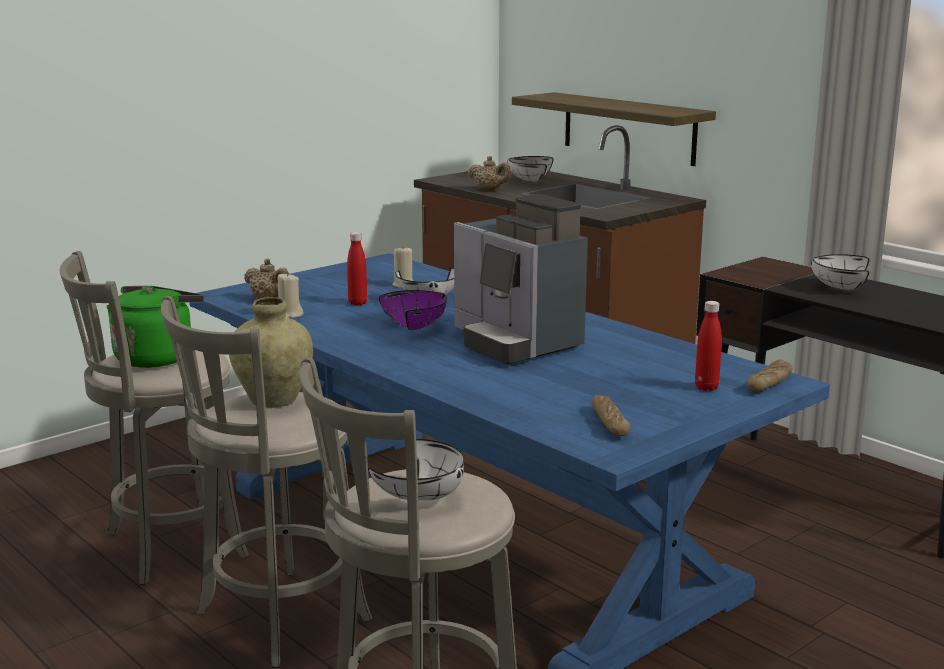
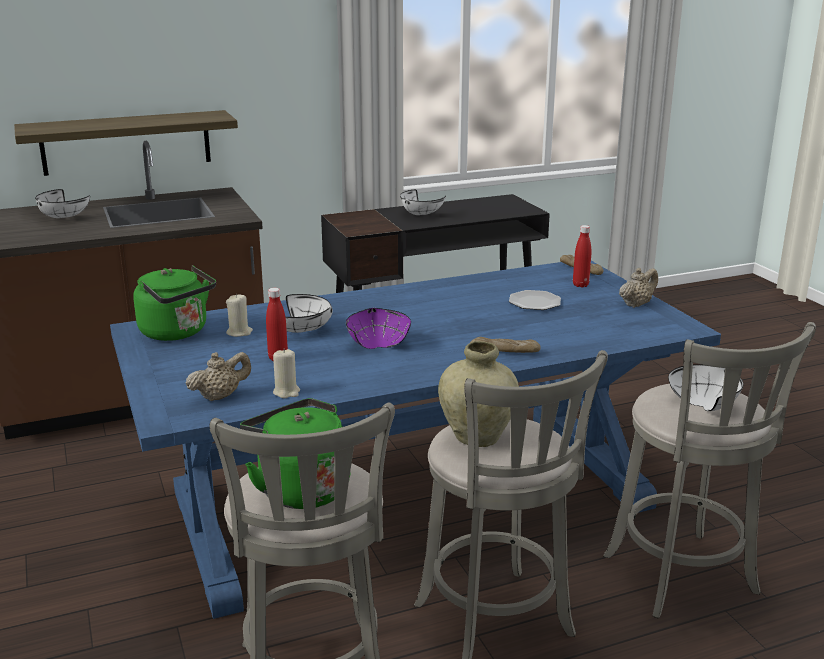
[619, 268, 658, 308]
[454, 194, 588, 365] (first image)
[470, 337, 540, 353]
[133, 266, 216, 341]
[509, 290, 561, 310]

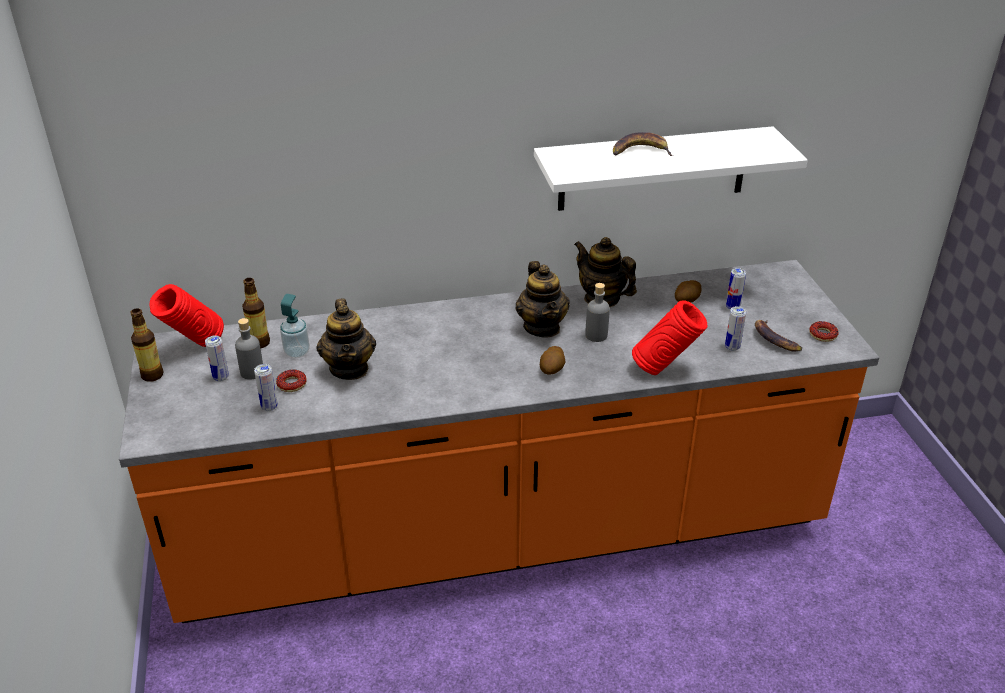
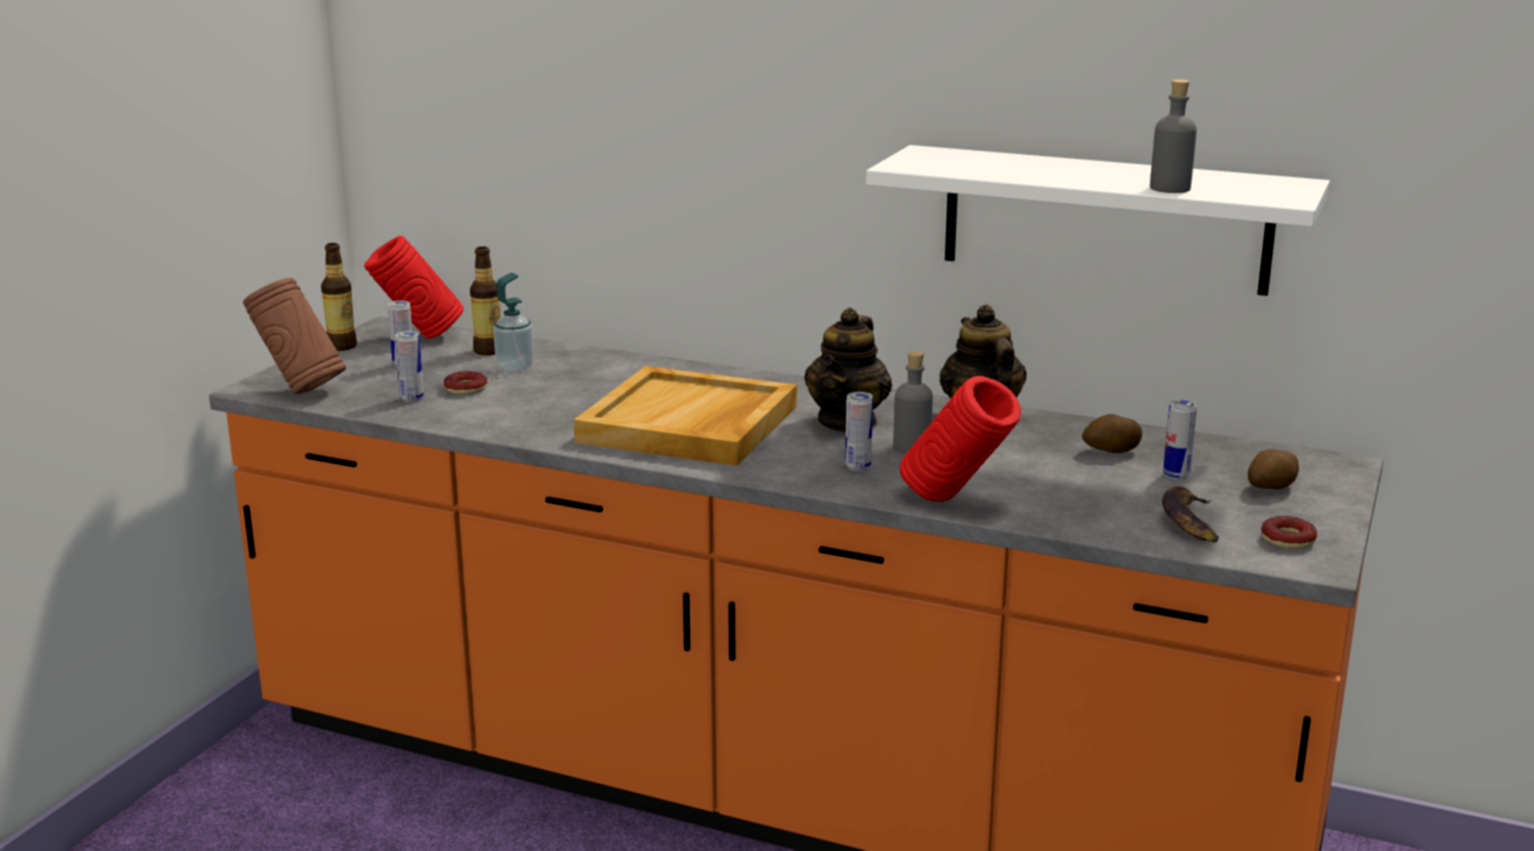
[613, 132, 673, 156] (first image)
[316, 299, 376, 380] (first image)
[845, 392, 873, 471]
[1150, 80, 1197, 193]
[1248, 449, 1299, 490]
[243, 277, 346, 394]
[574, 366, 797, 466]

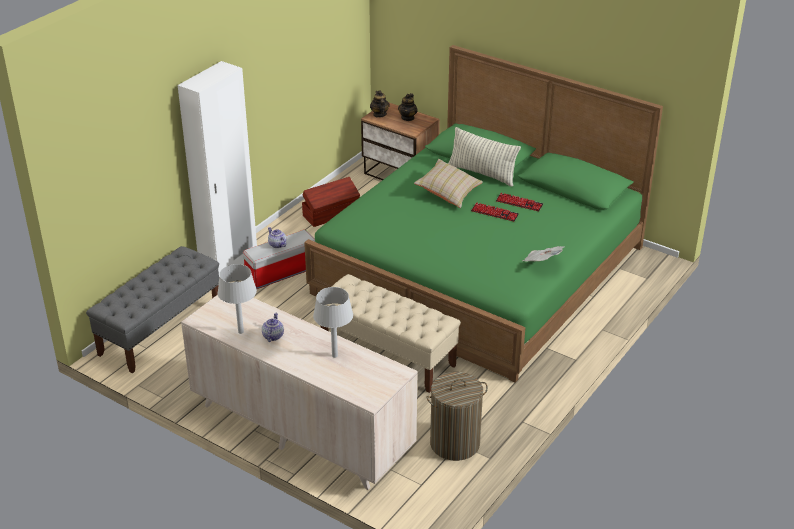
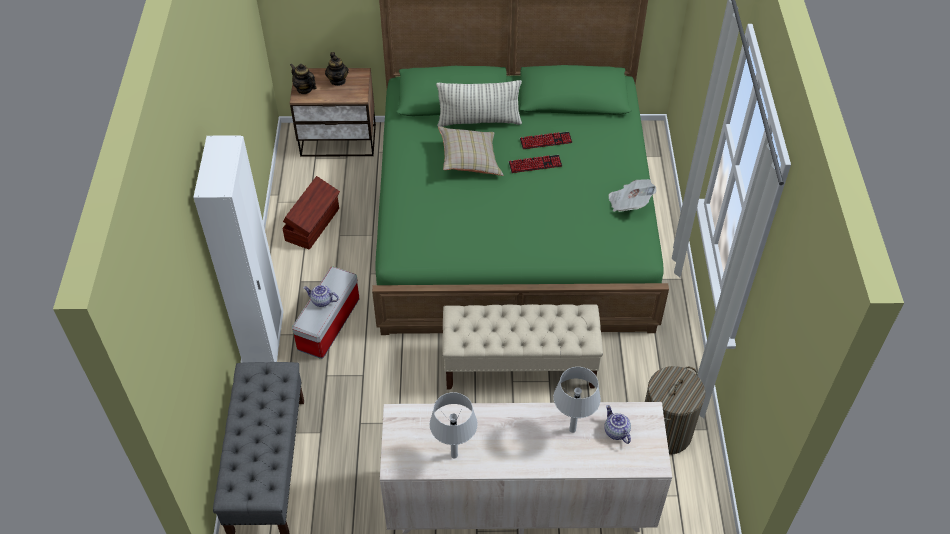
[604, 405, 631, 444]

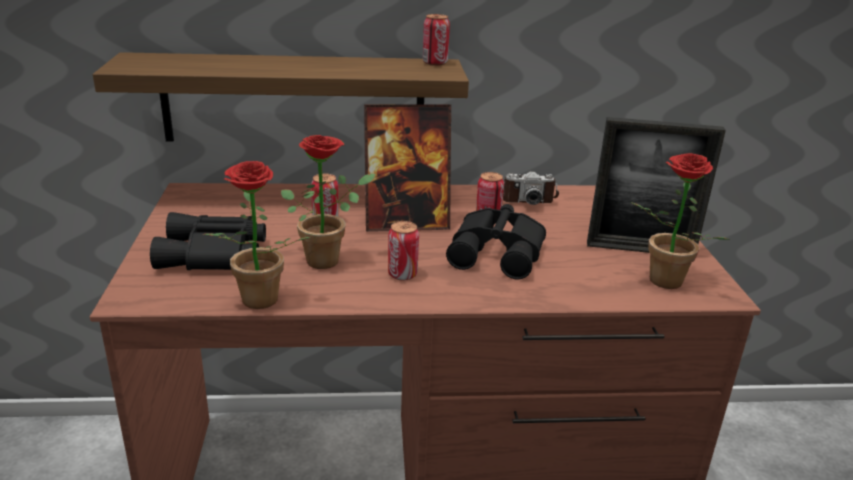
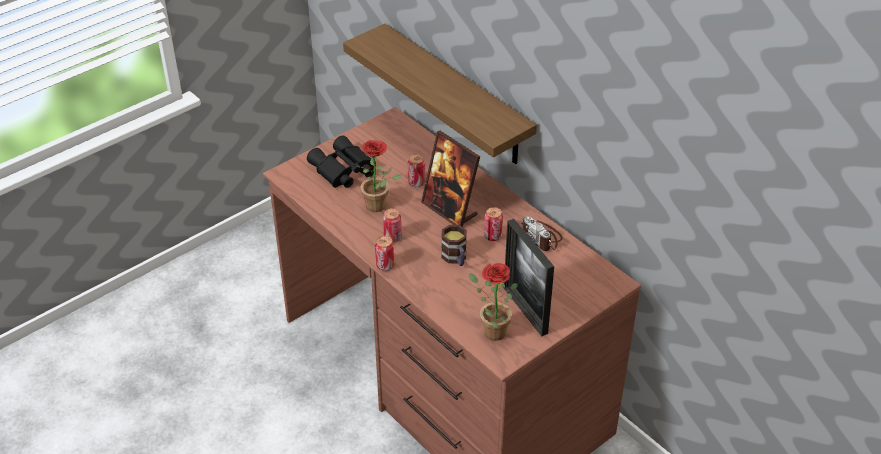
[375, 236, 395, 271]
[202, 161, 311, 309] (first image)
[441, 225, 467, 266]

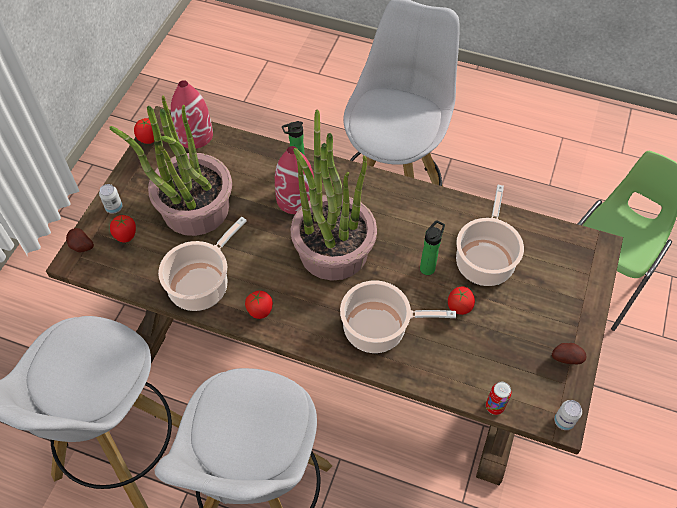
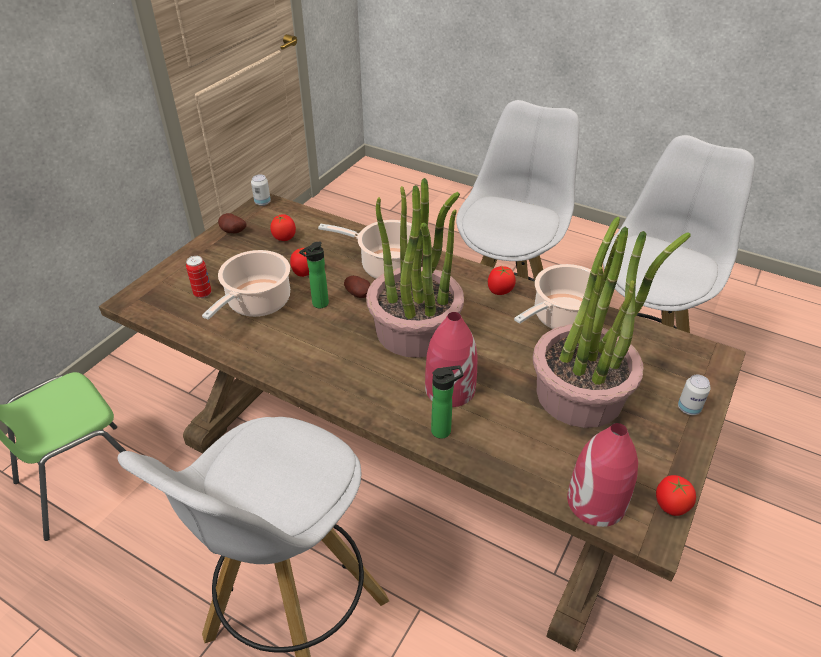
[270, 214, 296, 241]
[344, 276, 370, 298]
[186, 256, 212, 298]

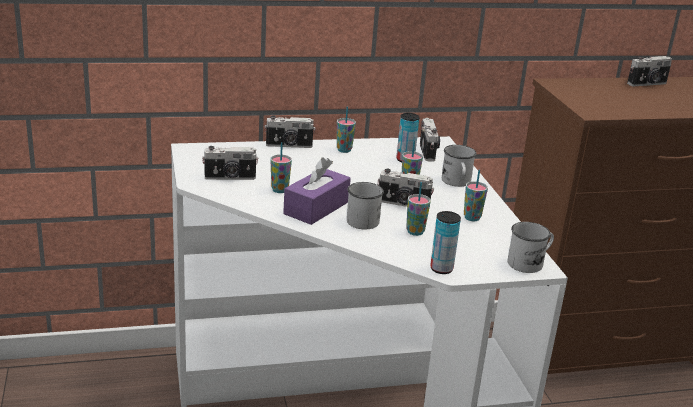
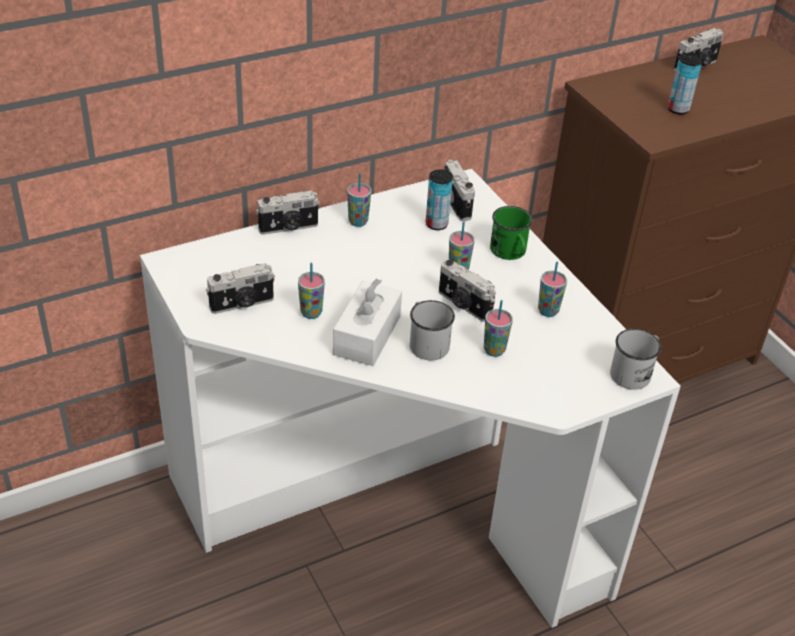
[490, 206, 532, 260]
[333, 278, 402, 366]
[439, 259, 496, 322]
[668, 53, 702, 115]

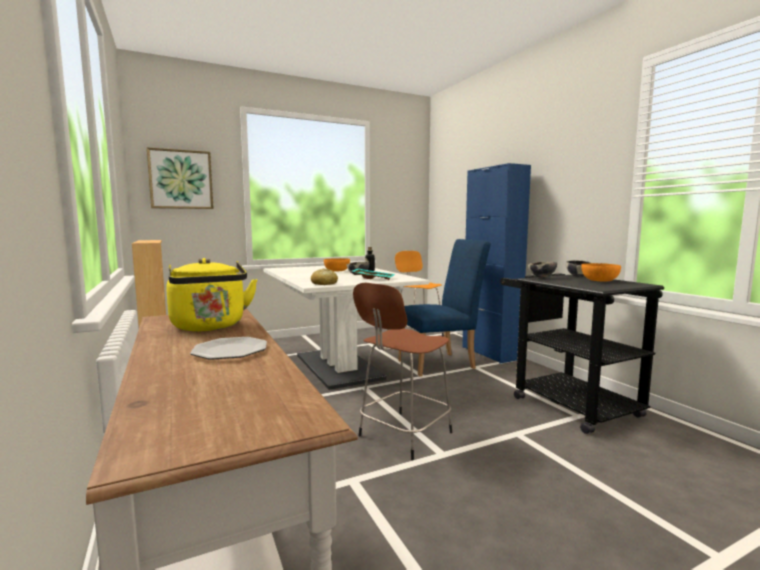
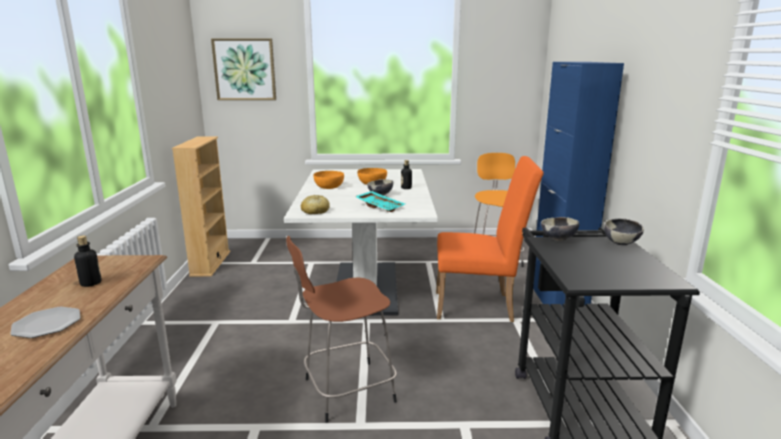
[436, 156, 544, 322]
[74, 235, 102, 287]
[313, 171, 344, 189]

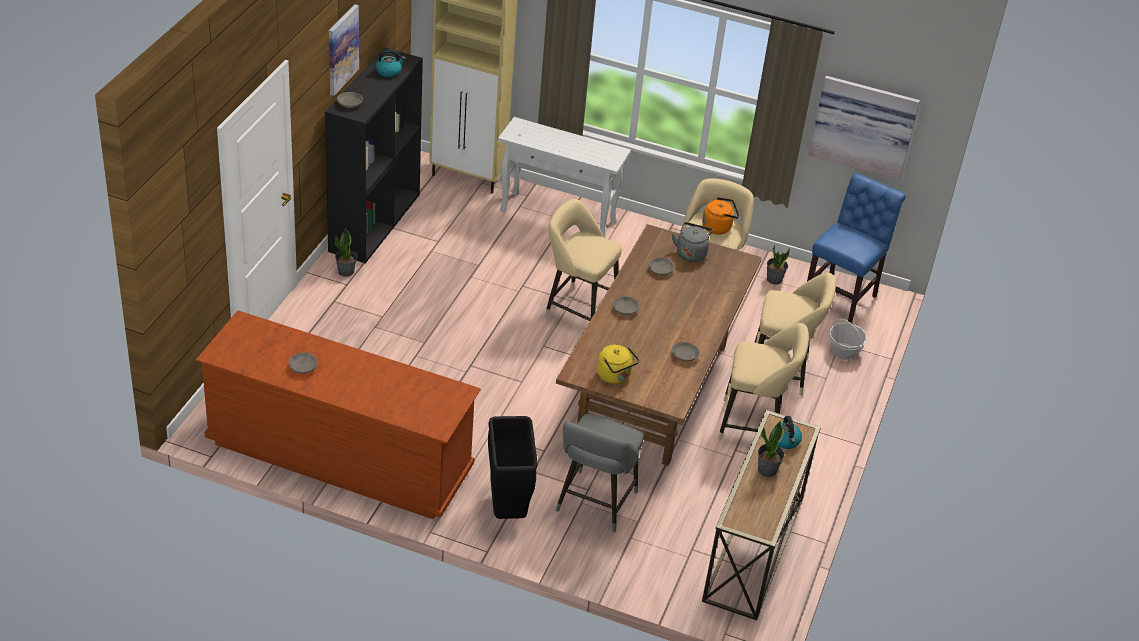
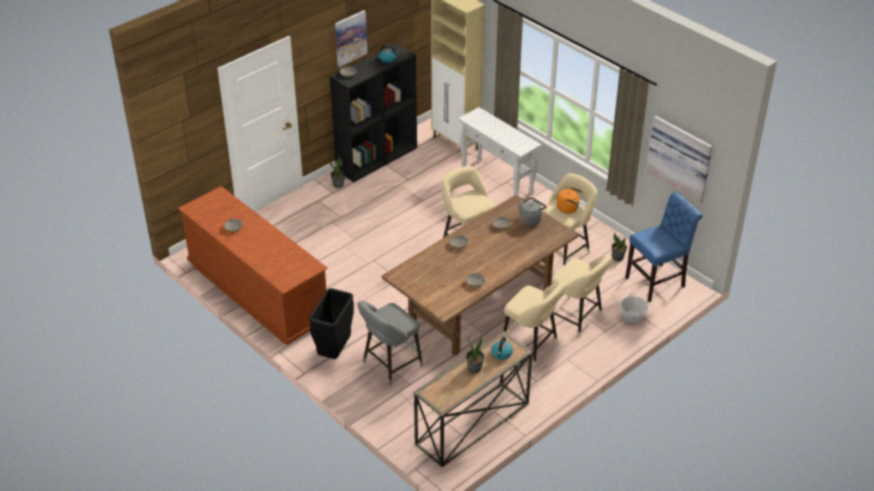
[597, 345, 640, 384] (first image)

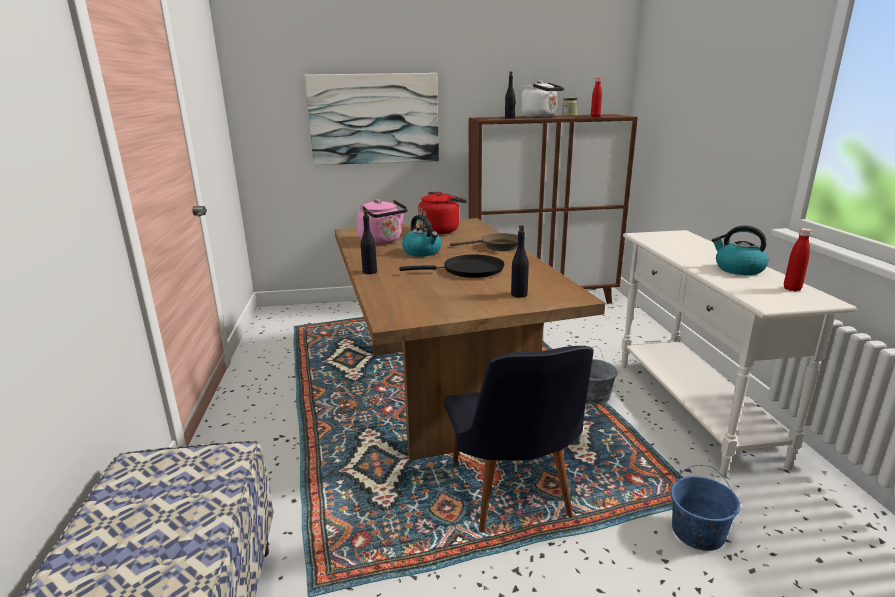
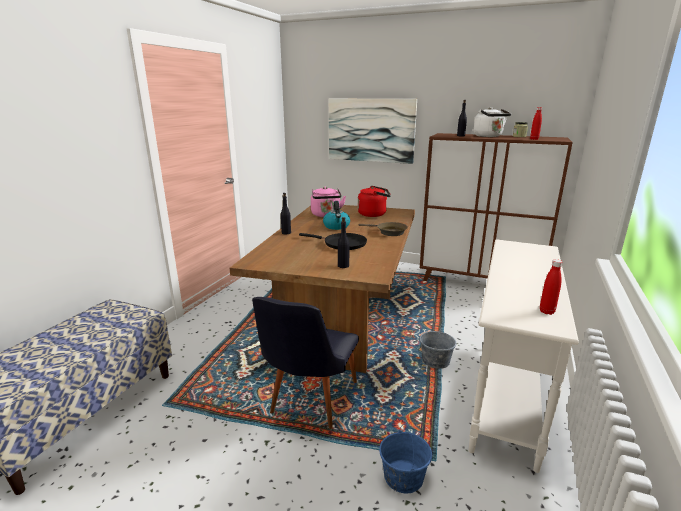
[712, 226, 769, 275] (first image)

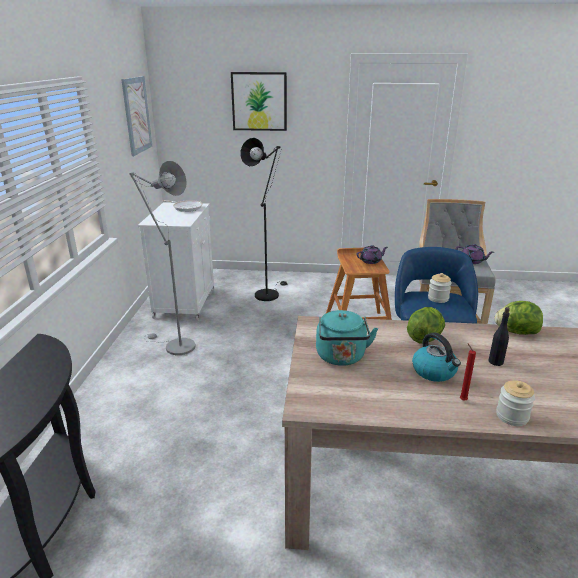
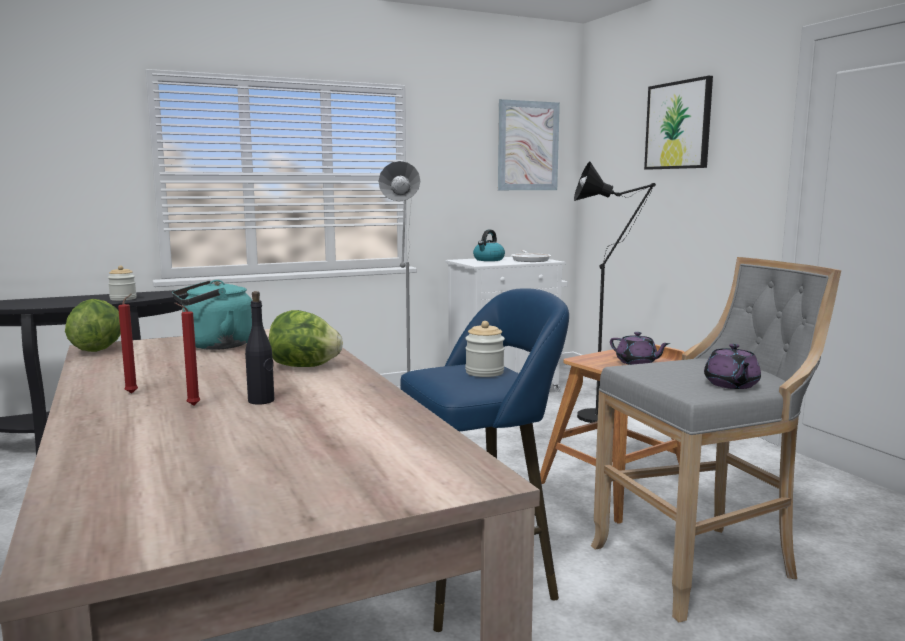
[65, 299, 121, 352]
[473, 230, 505, 261]
[108, 265, 137, 301]
[175, 303, 200, 406]

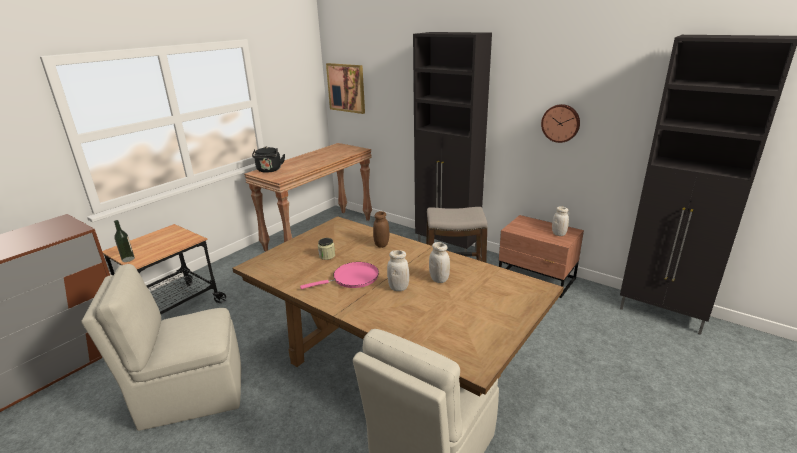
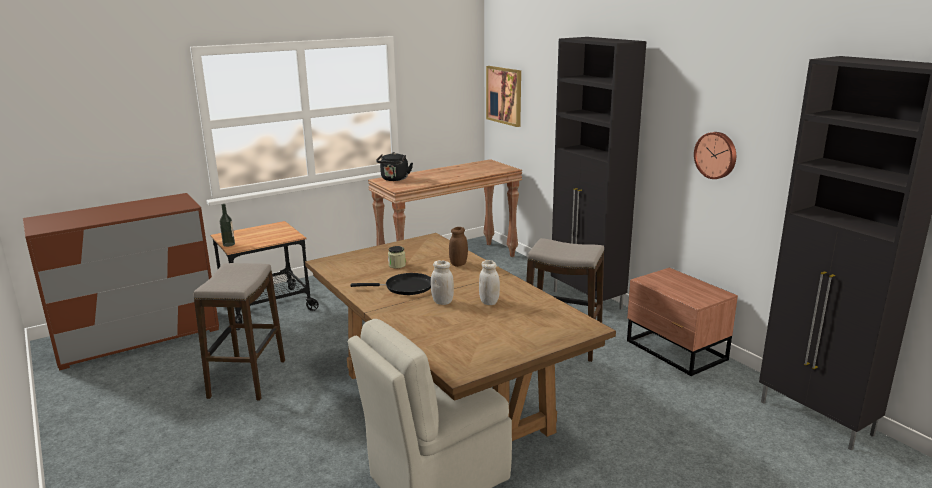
[552, 206, 569, 236] (first image)
[351, 273, 431, 295]
[193, 263, 285, 401]

